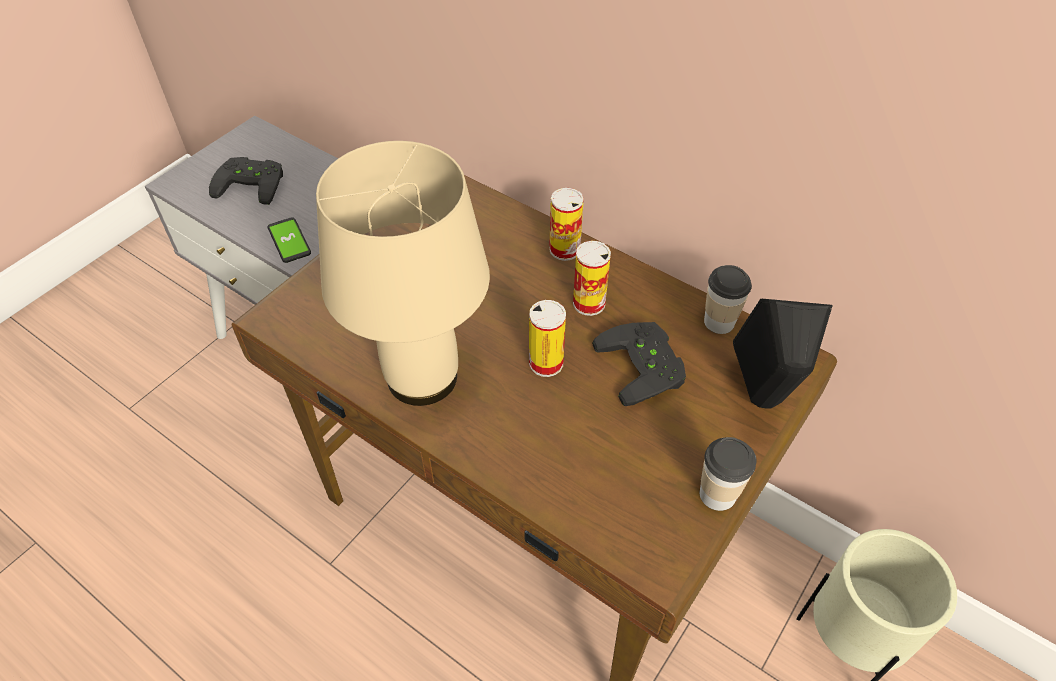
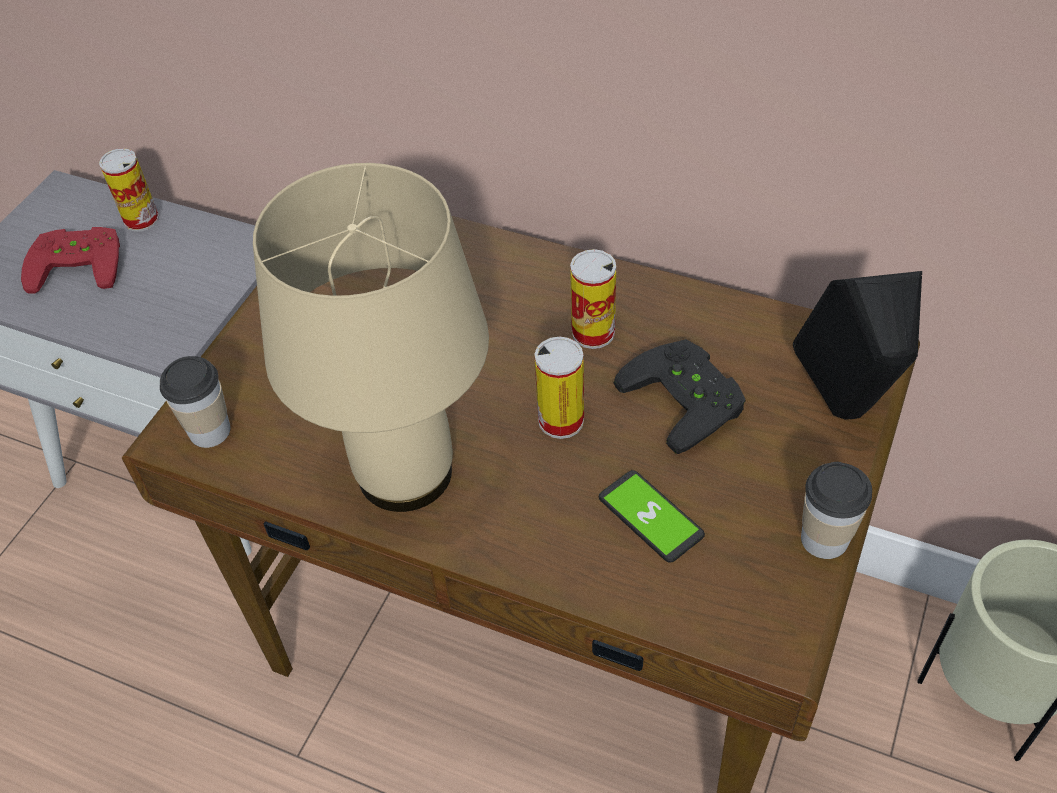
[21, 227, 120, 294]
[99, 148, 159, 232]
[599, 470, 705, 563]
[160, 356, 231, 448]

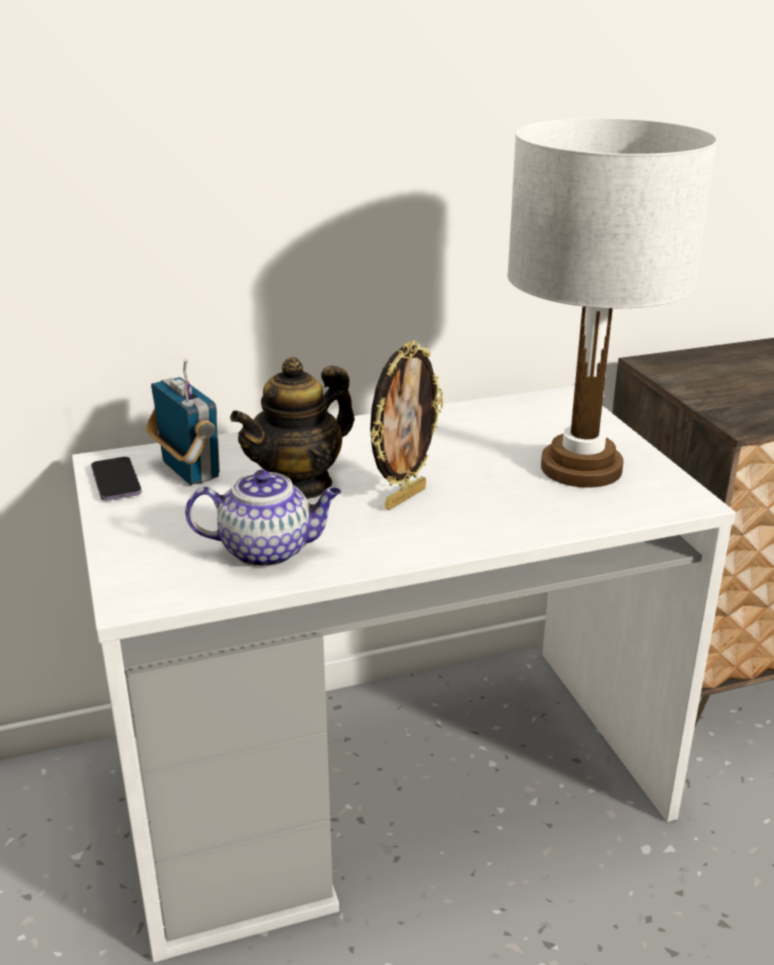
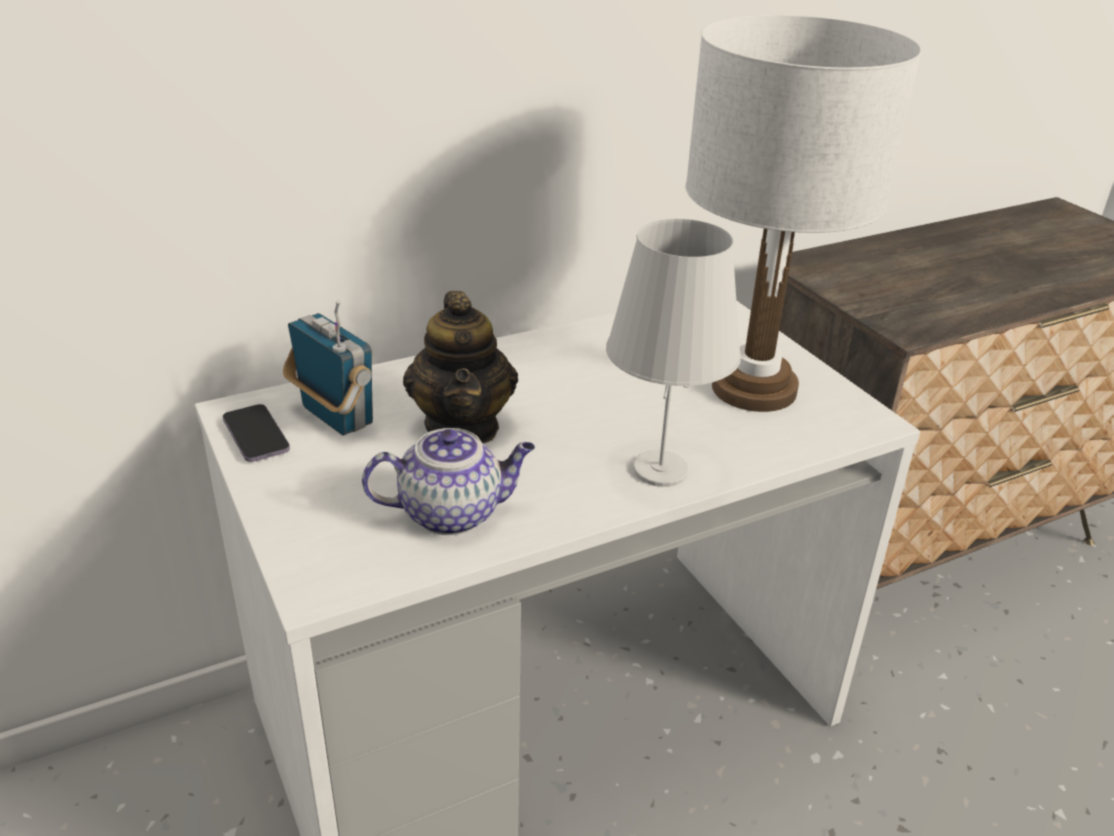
[370, 341, 443, 510] (first image)
[403, 291, 518, 443]
[606, 219, 741, 487]

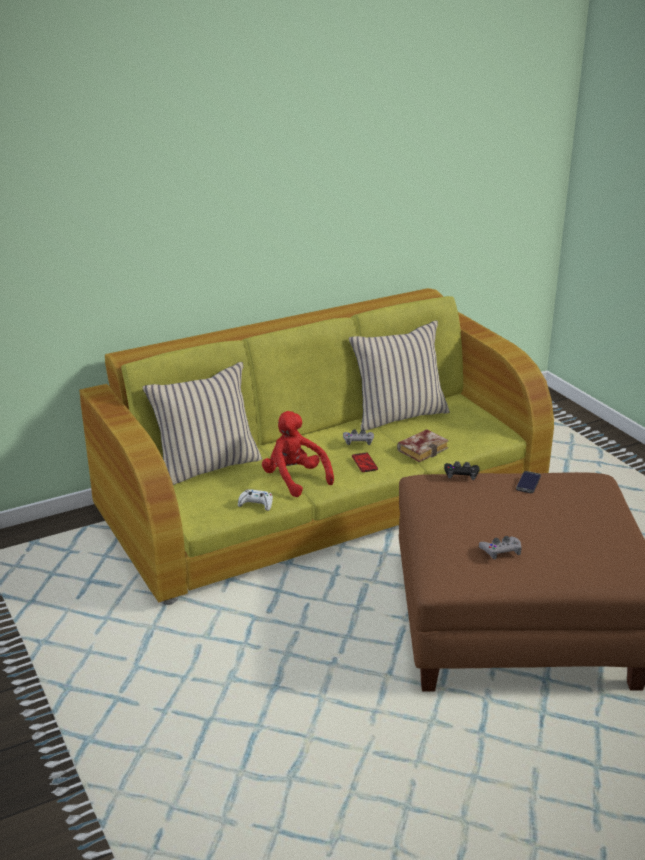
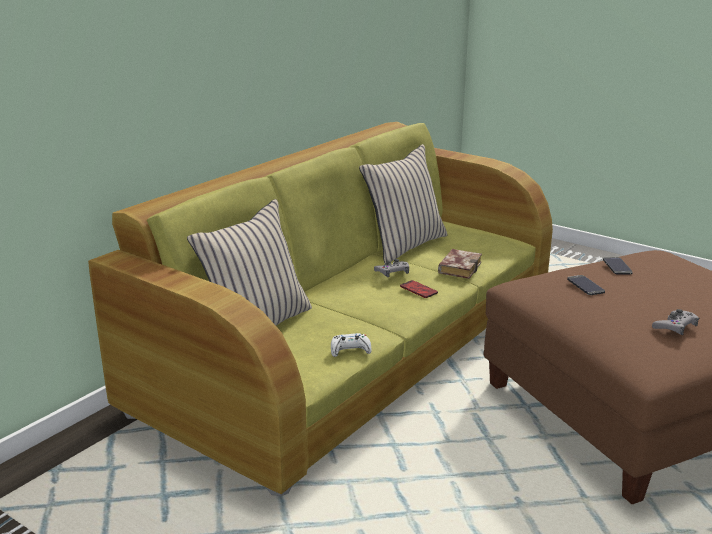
[262, 411, 334, 497] (first image)
[444, 461, 479, 480] (first image)
[567, 275, 605, 295]

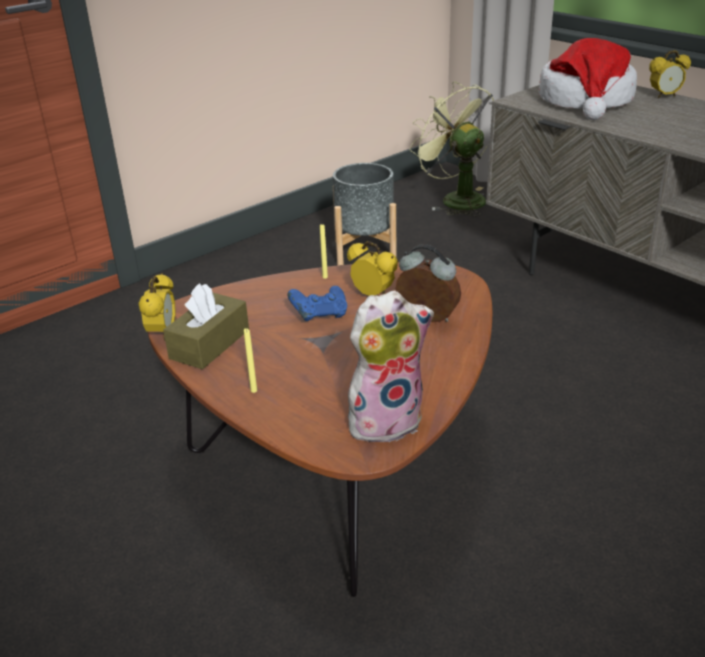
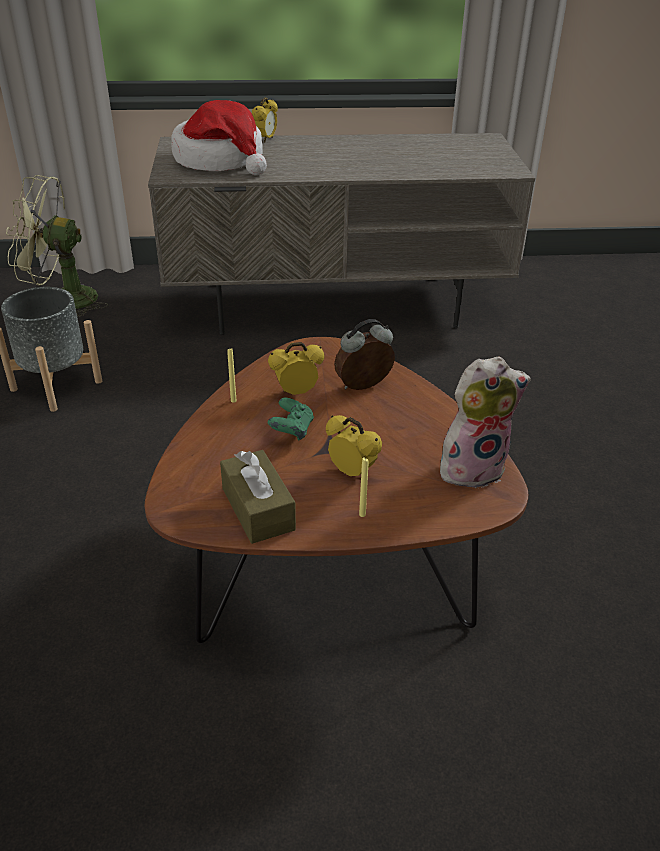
[326, 415, 382, 476]
[268, 398, 314, 441]
[440, 356, 531, 488]

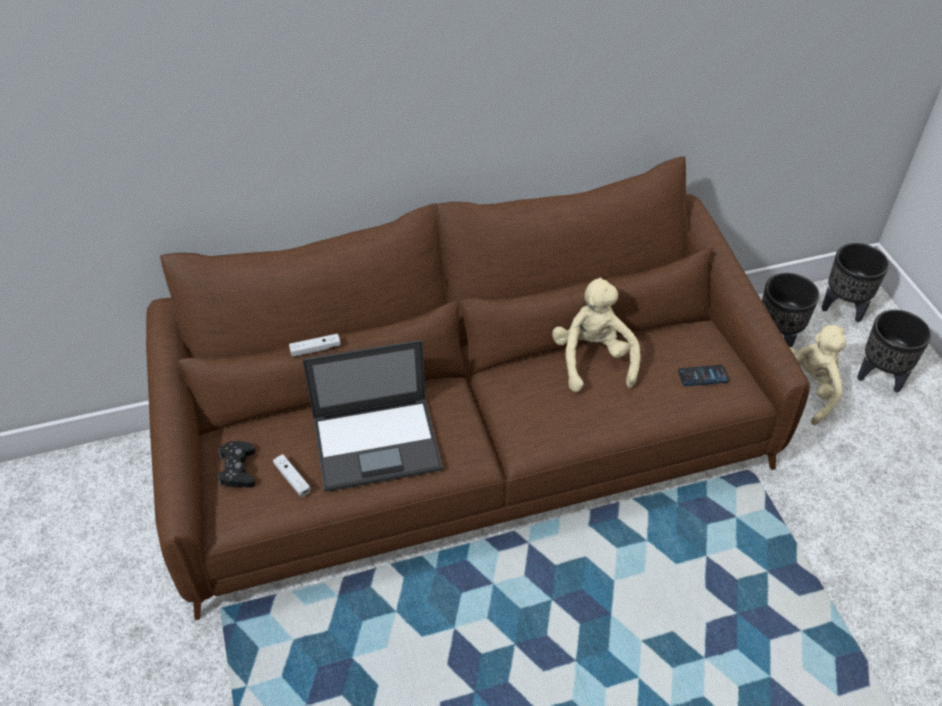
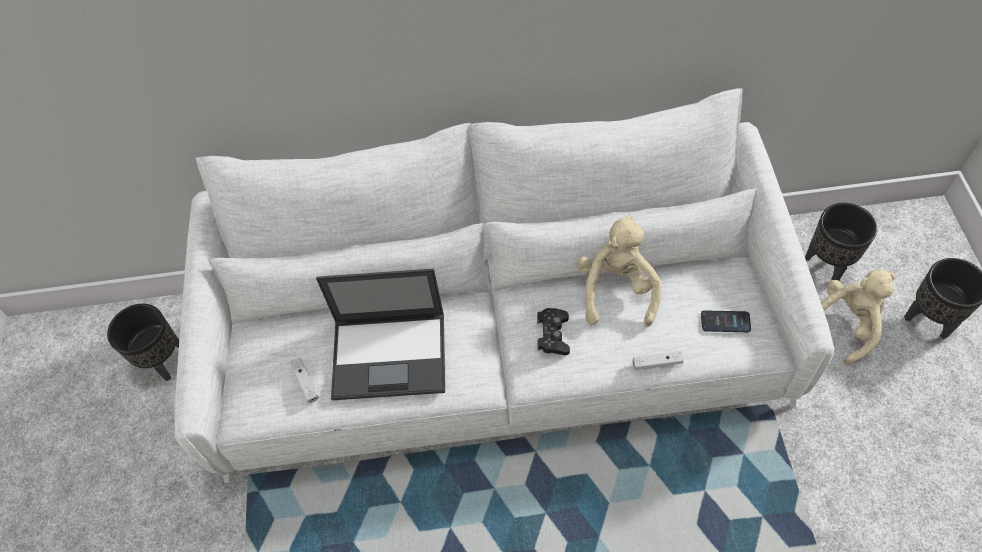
[174, 88, 834, 483]
[107, 304, 179, 381]
[633, 351, 684, 370]
[537, 308, 570, 355]

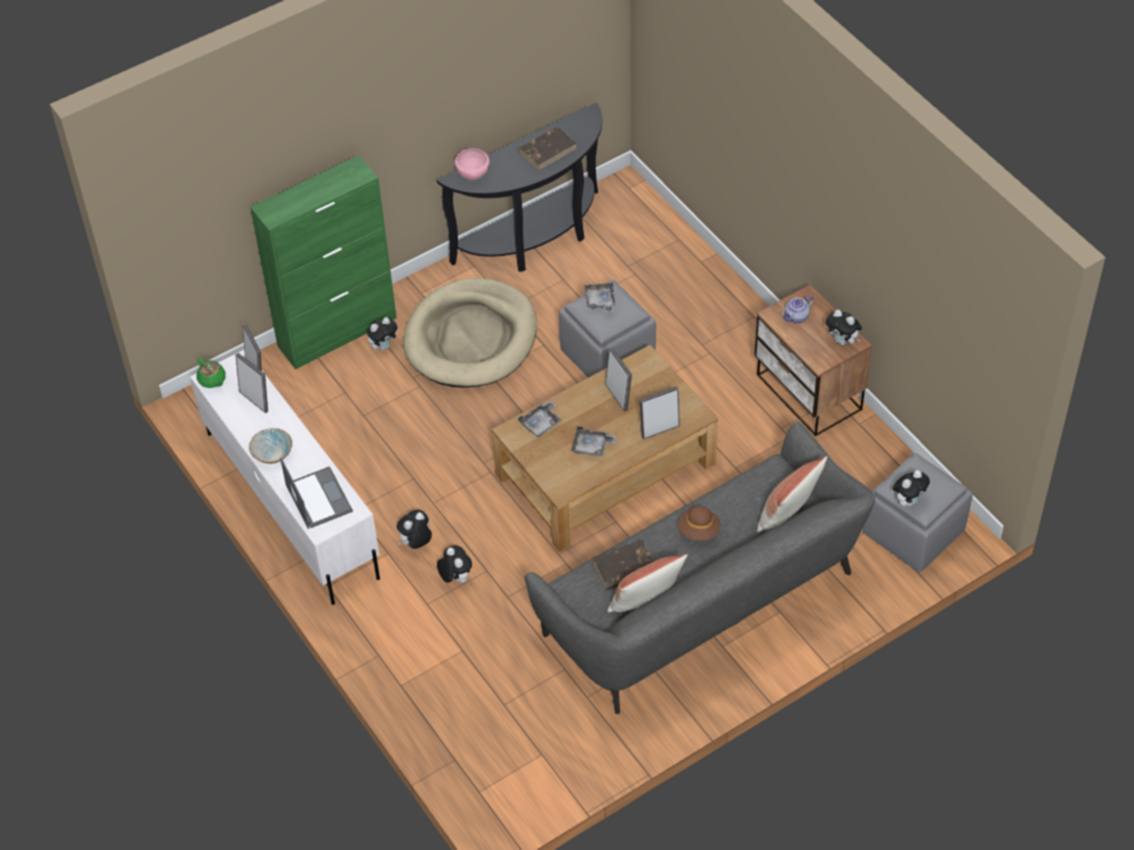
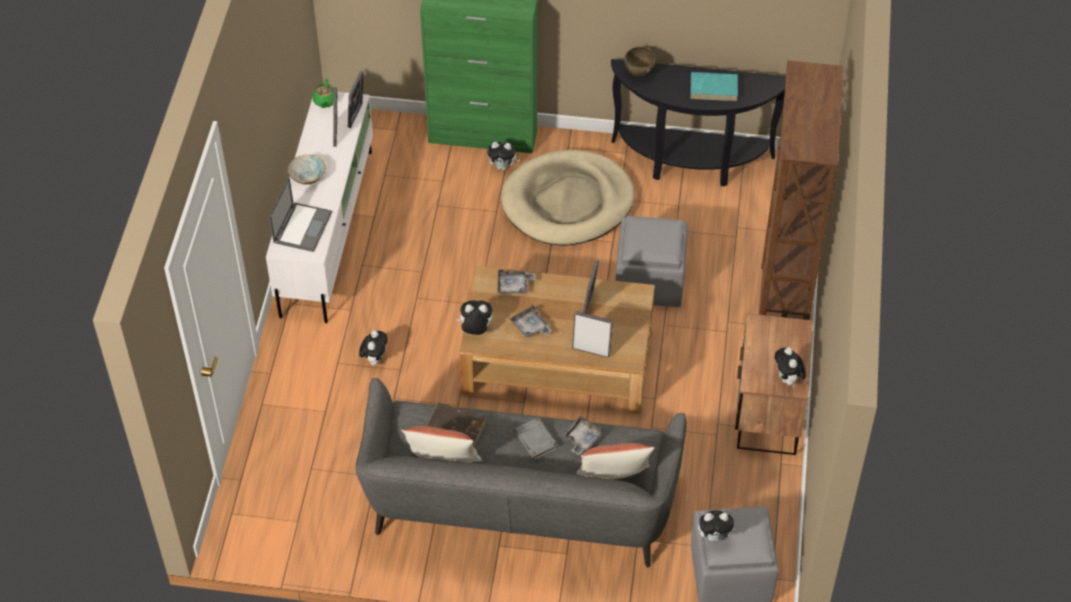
[690, 72, 738, 101]
[624, 47, 656, 76]
[562, 416, 603, 455]
[782, 295, 813, 323] (first image)
[514, 417, 558, 460]
[456, 300, 493, 335]
[759, 60, 843, 320]

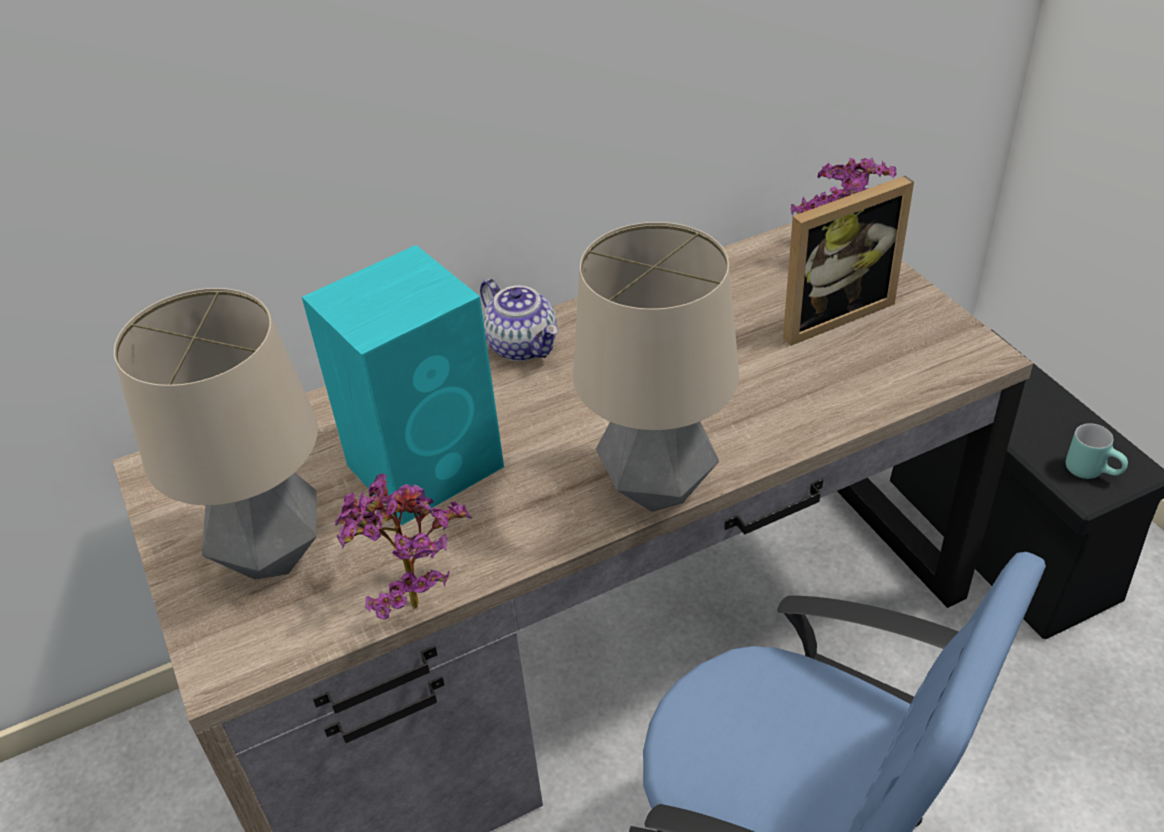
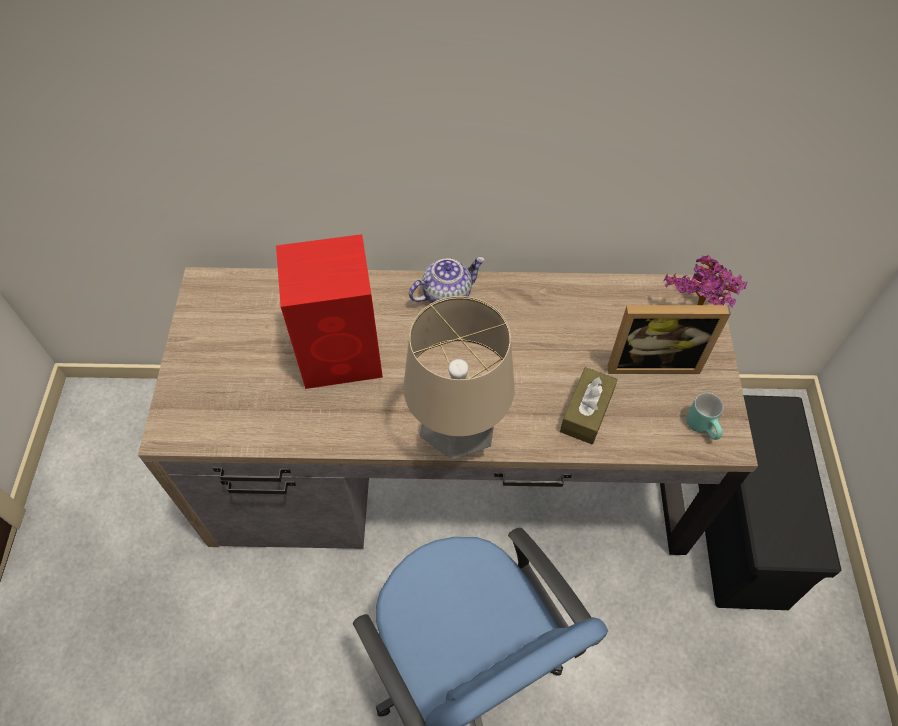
[276, 234, 383, 389]
[409, 257, 485, 303]
[114, 288, 318, 580] (first image)
[686, 393, 723, 440]
[335, 473, 472, 619] (first image)
[560, 367, 618, 444]

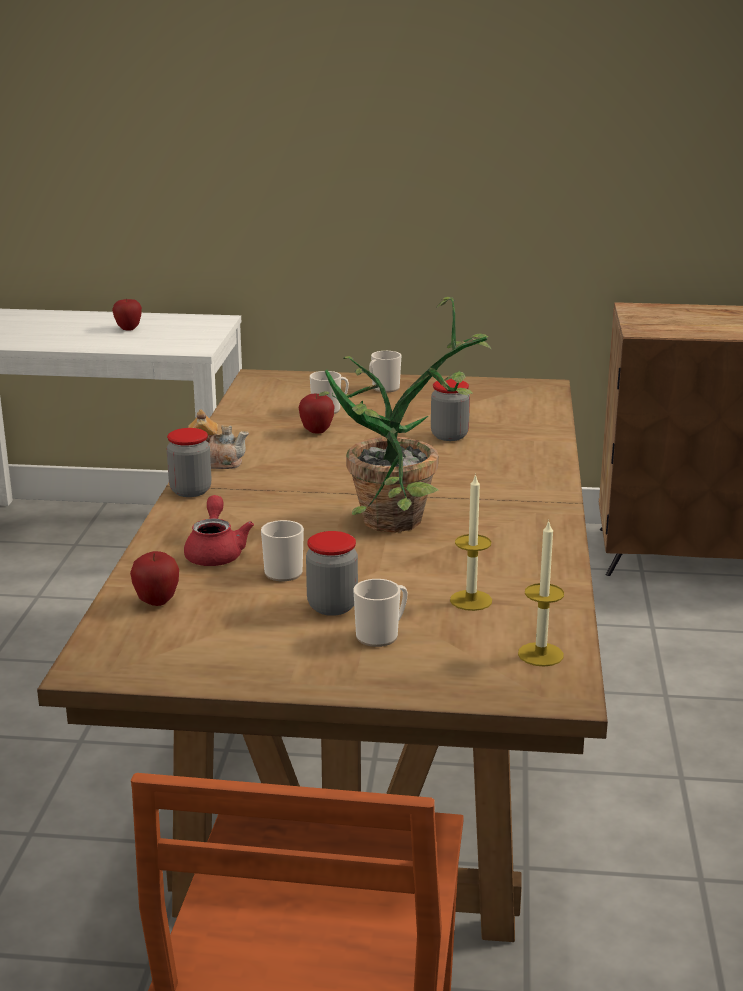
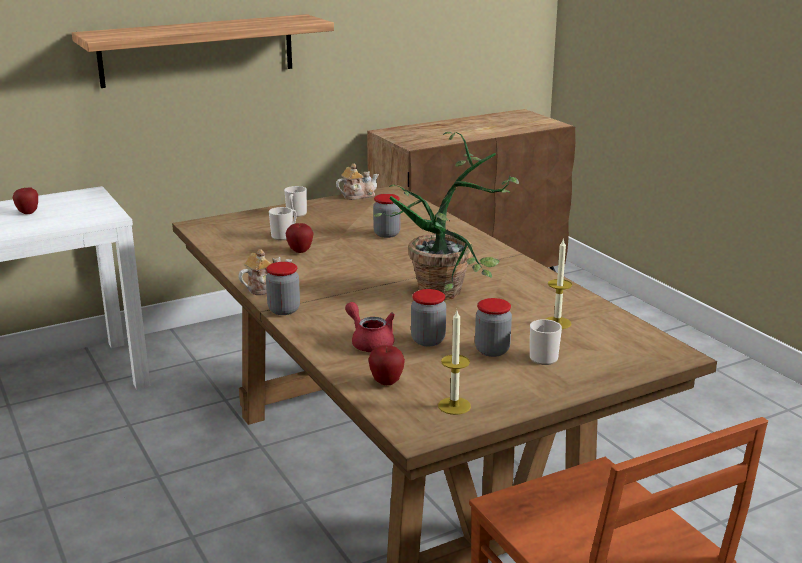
[438, 310, 471, 415]
[411, 289, 446, 346]
[72, 14, 334, 88]
[336, 163, 379, 200]

